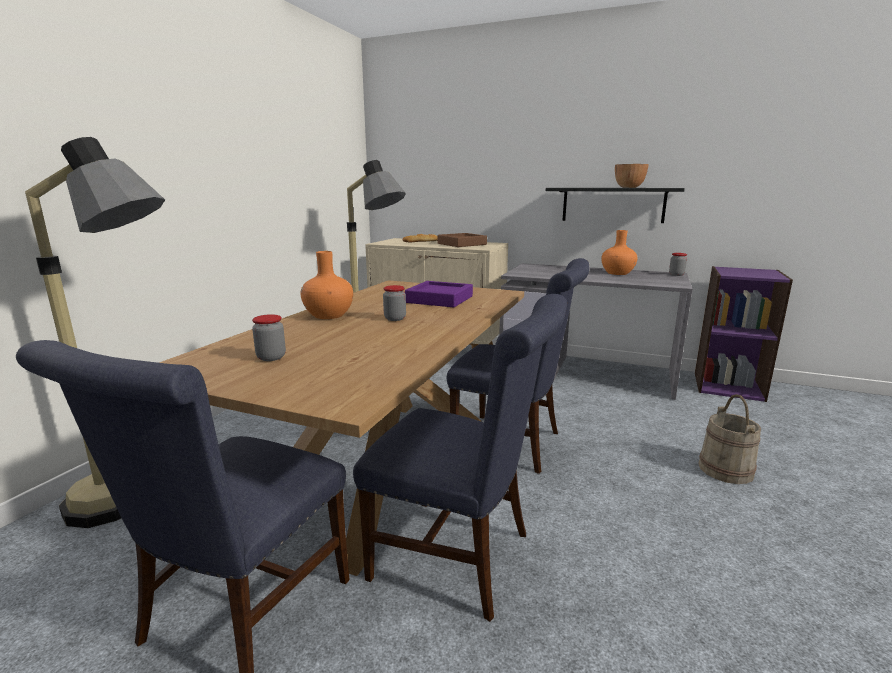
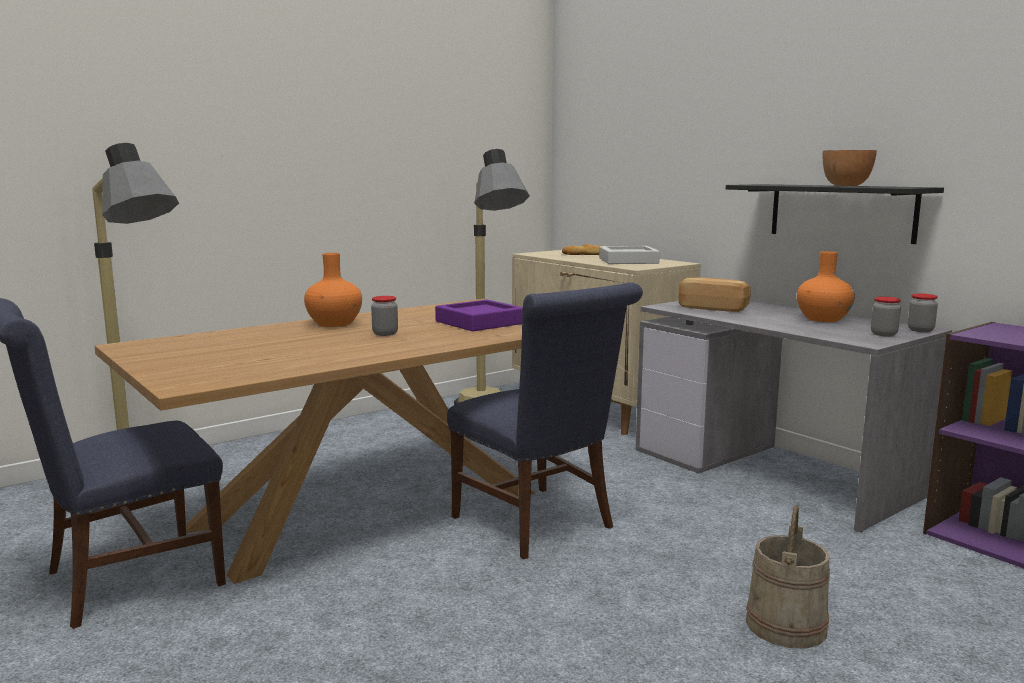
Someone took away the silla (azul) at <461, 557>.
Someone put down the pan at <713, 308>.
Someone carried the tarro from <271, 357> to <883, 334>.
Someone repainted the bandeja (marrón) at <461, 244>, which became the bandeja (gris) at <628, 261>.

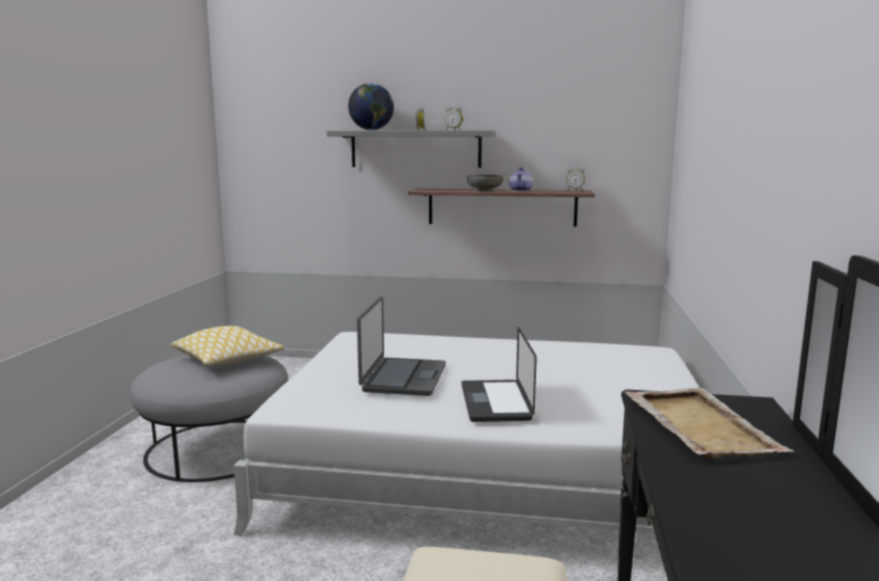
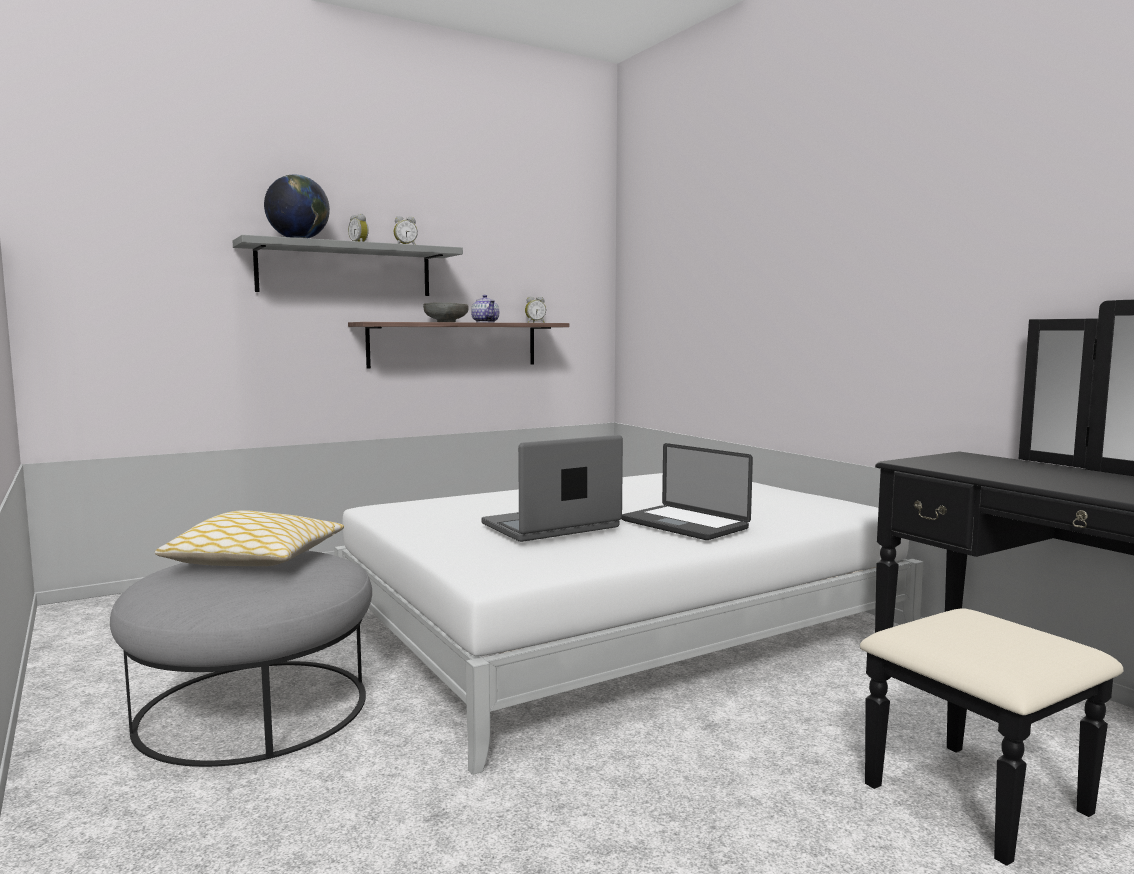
Someone took away the bandeja (beis) at <699, 425>.
Someone rotated the portátil at <403, 378> by 90 degrees counterclockwise.

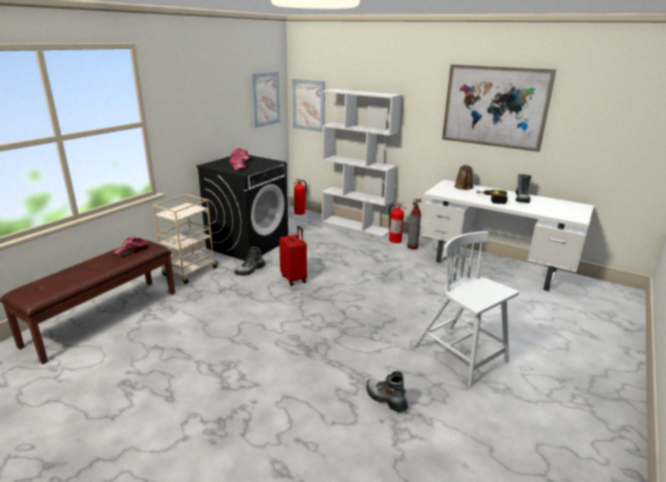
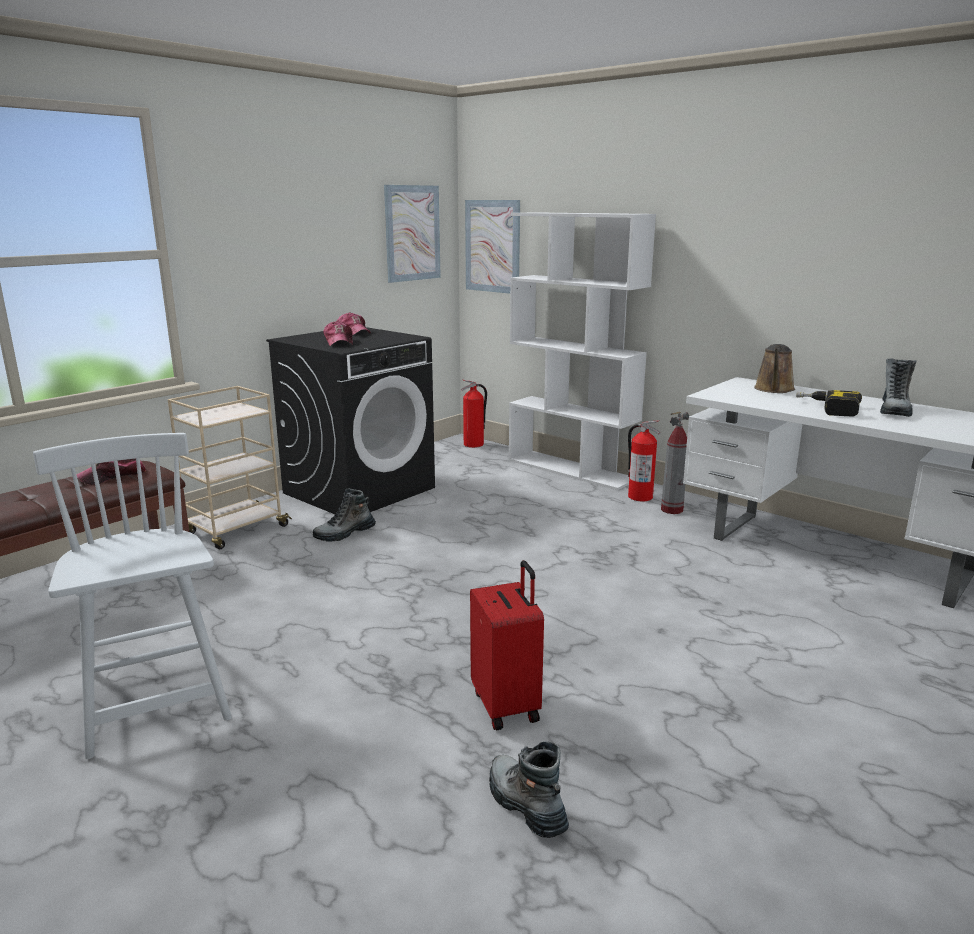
Someone took away the cuadro at <494, 107>.
Someone carried the maleta (rojo) from <294, 279> to <507, 705>.
Someone carried the silla (blanco) from <461, 355> to <155, 696>.

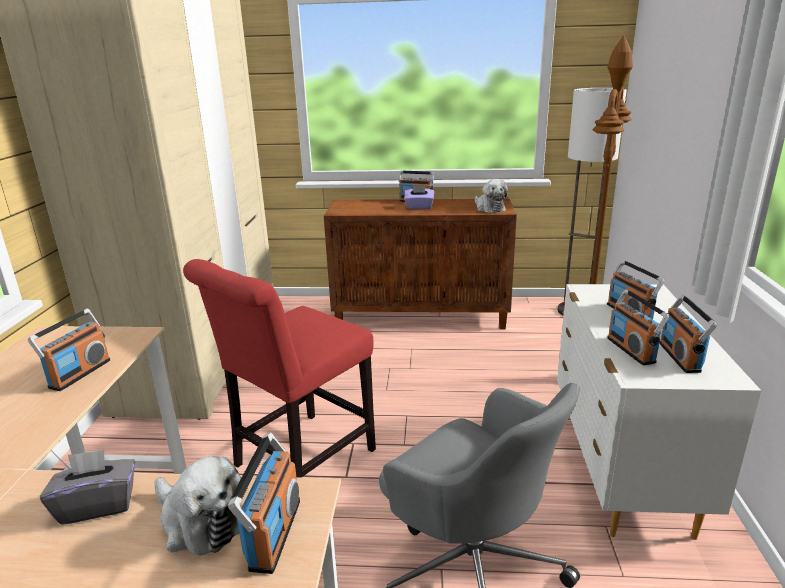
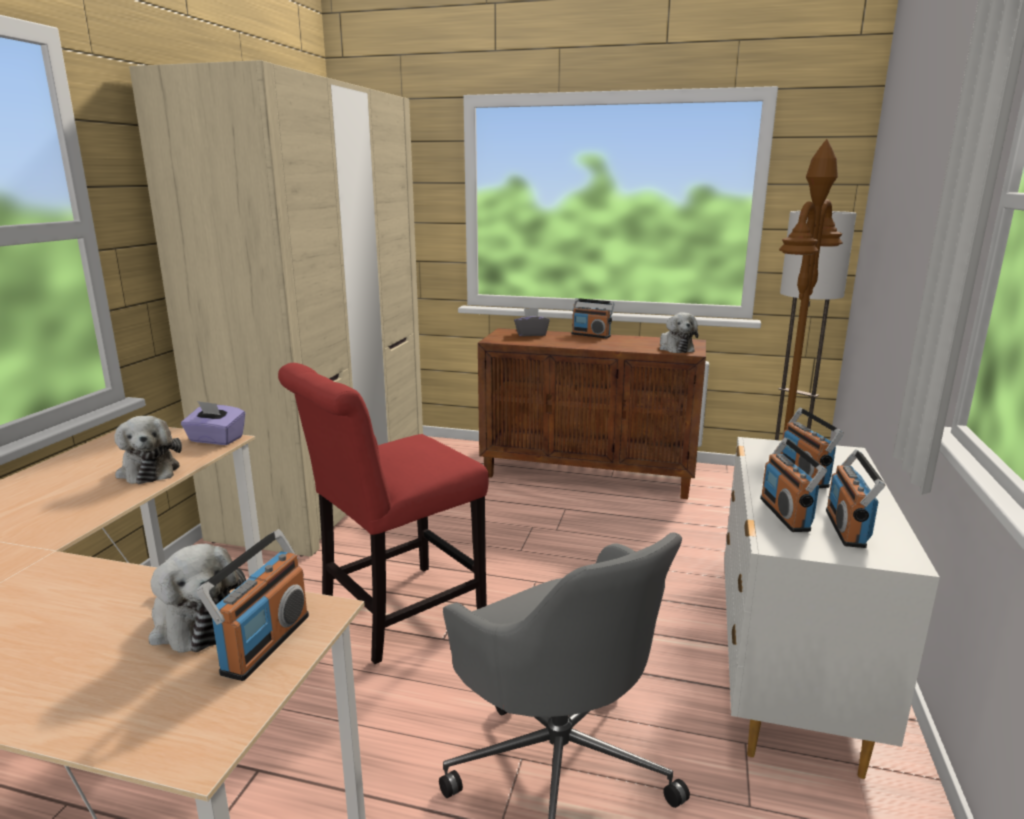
Someone carried the caja de pañuelos (gris) from <98, 505> to <531, 334>.
Someone carried the caja de pañuelos (morado) from <419, 207> to <216, 440>.
Someone swapped the radio at <79, 373> for the peluche at <149, 470>.

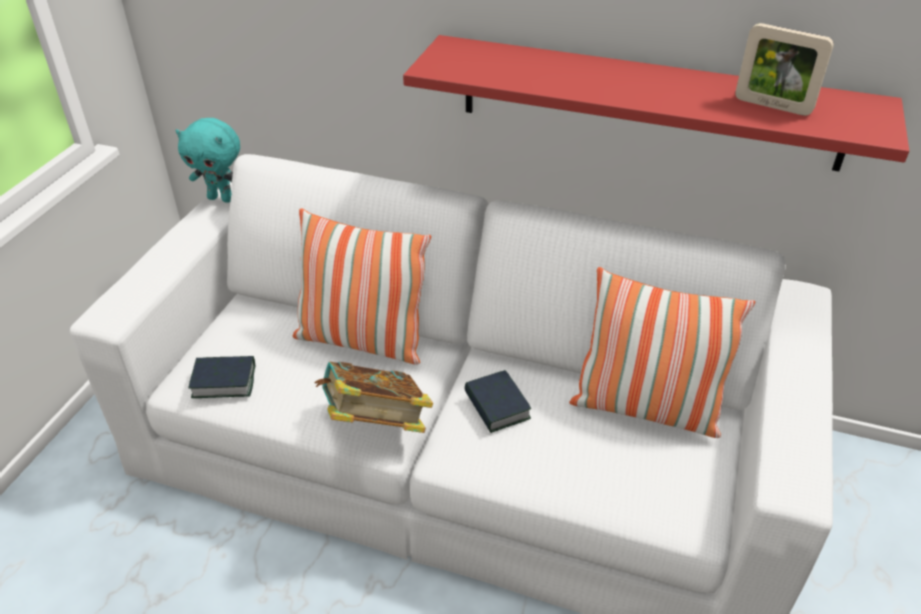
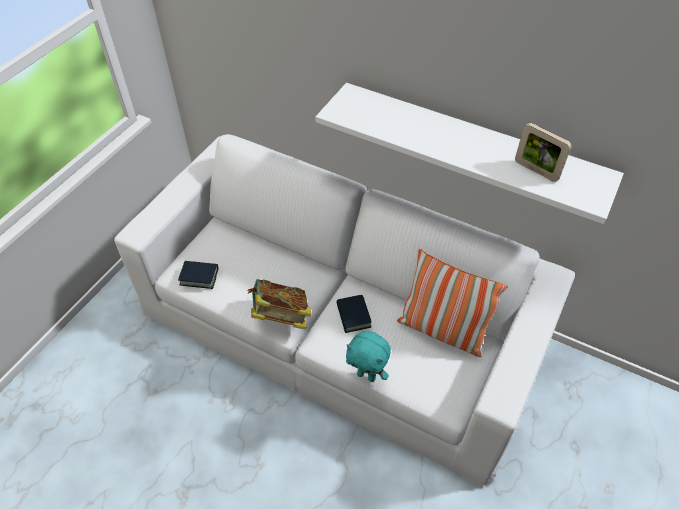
Someone took away the cojín at <361, 340>.
Someone carried the peluche (turquesa) from <221, 198> to <367, 375>.
Someone repainted the estante (rojo) at <648, 102>, which became the estante (blanco) at <470, 145>.

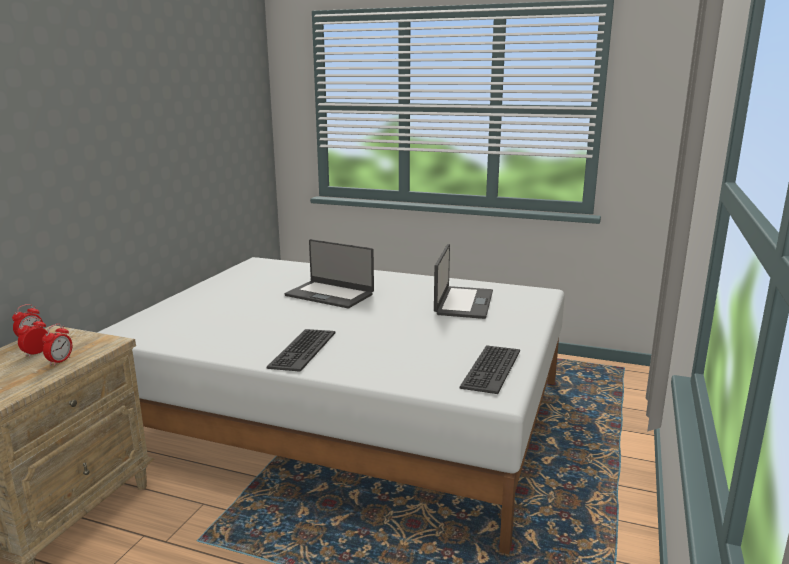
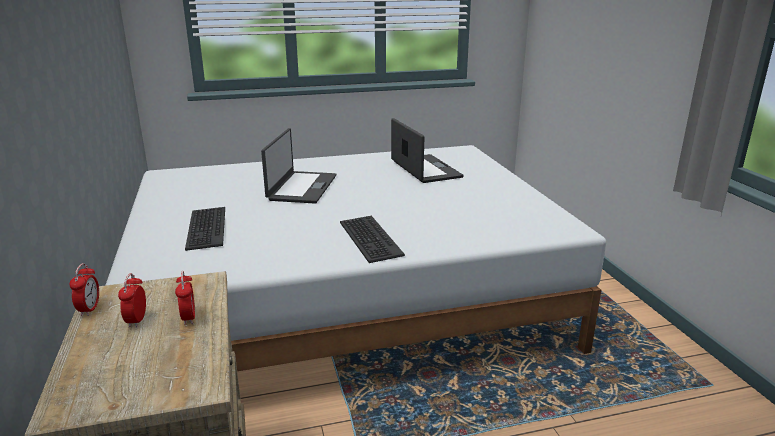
Someone carried the teclado from <490, 369> to <205, 228>.
Someone rotated the portátil at <330, 294> by 75 degrees counterclockwise.

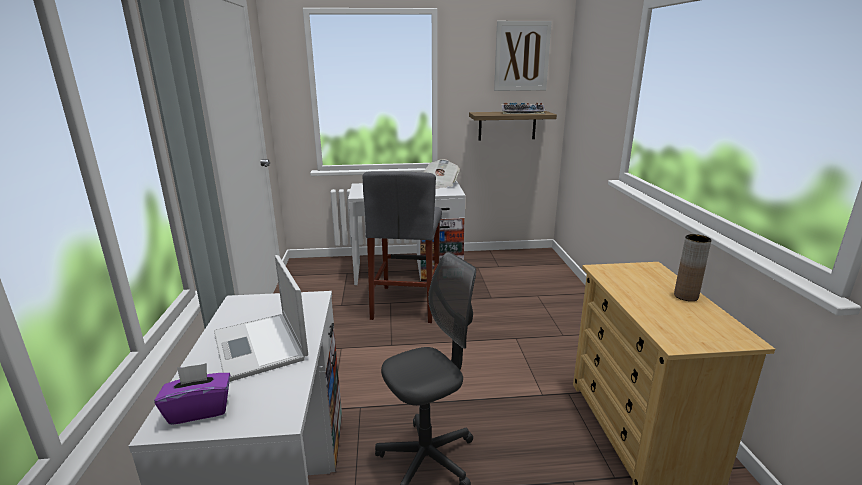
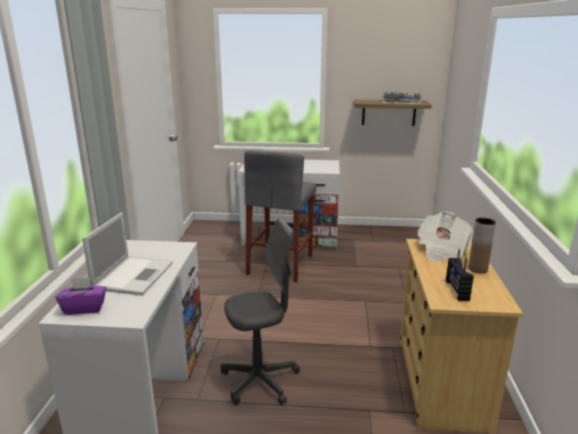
Someone took away the cuadro at <521, 56>.
Someone put down the radio at <456, 290>.
Someone carried the periódico from <440, 184> to <442, 250>.
Someone rotated the portátil at <260, 347> by 150 degrees counterclockwise.

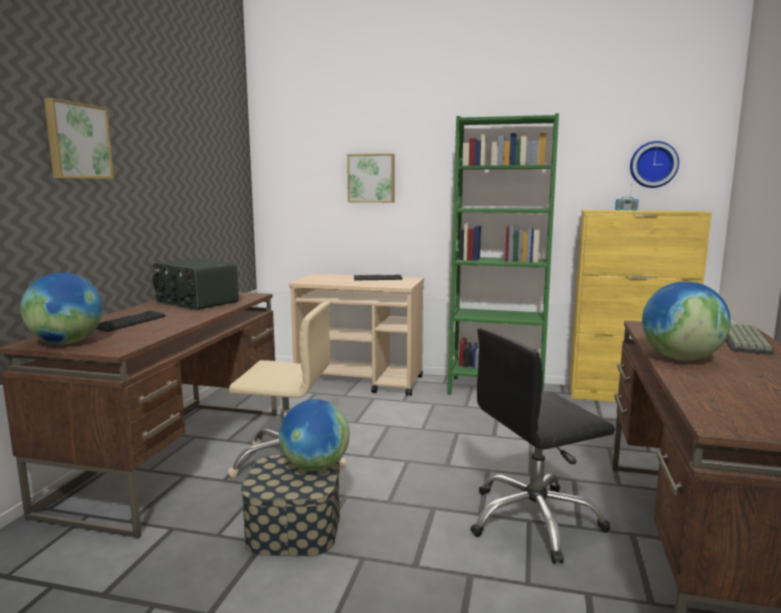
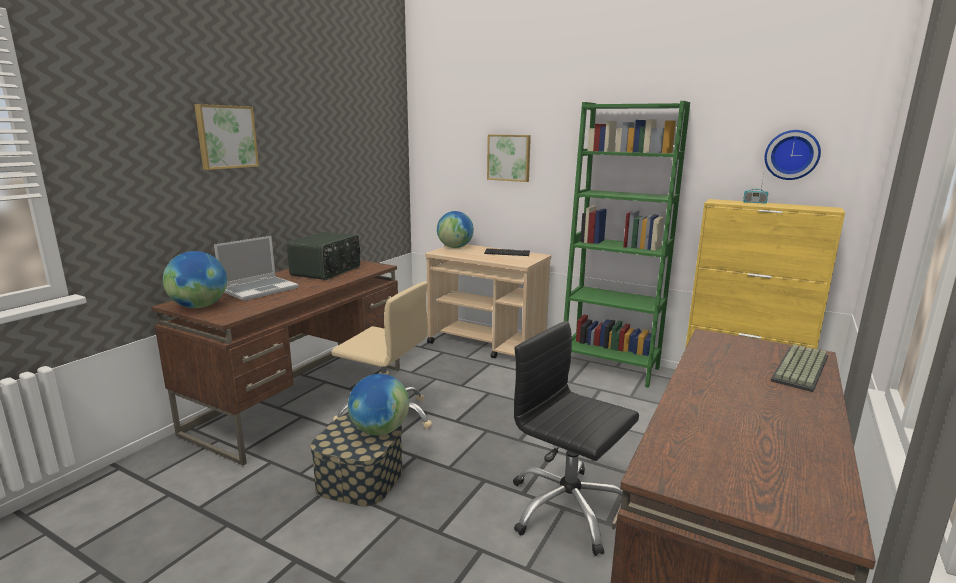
Someone carried the globo terráqueo from <680, 358> to <455, 247>.
Someone swapped the teclado at <130, 323> for the portátil at <260, 289>.
Someone rotated the radio at <195, 302> by 120 degrees counterclockwise.
Someone rotated the silla de oficina (negro) at <534, 520> by 45 degrees clockwise.

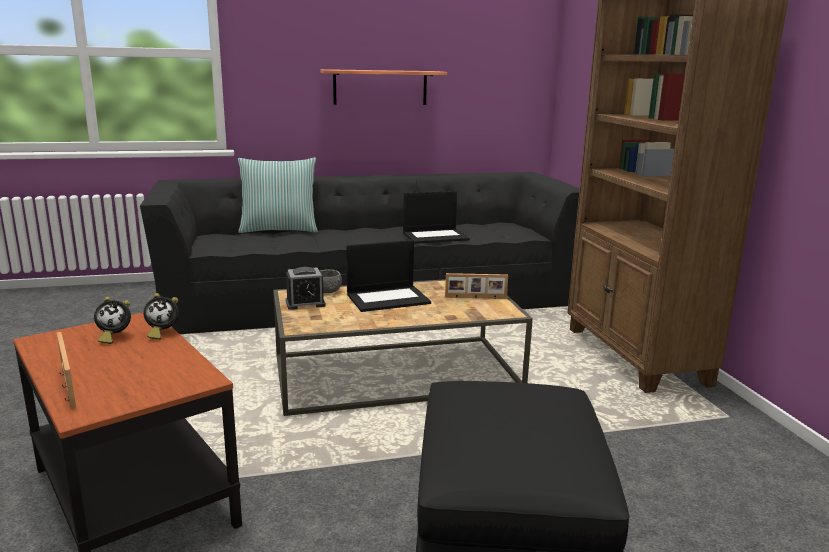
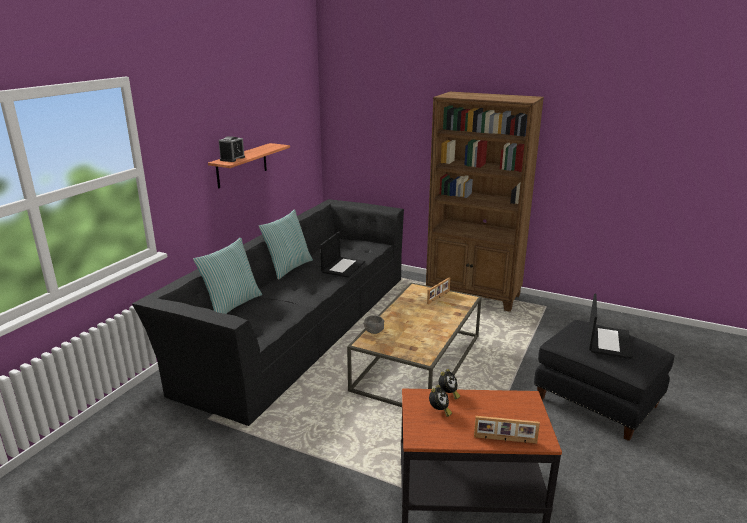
Someone put down the cojín at <288, 268>.
Someone carried the despertador from <305, 303> to <232, 159>.
Someone carried the portátil from <388, 298> to <608, 341>.

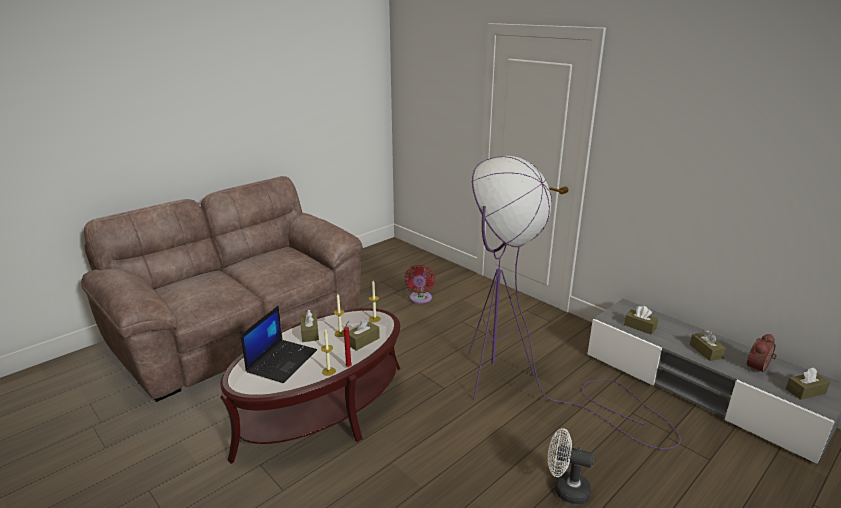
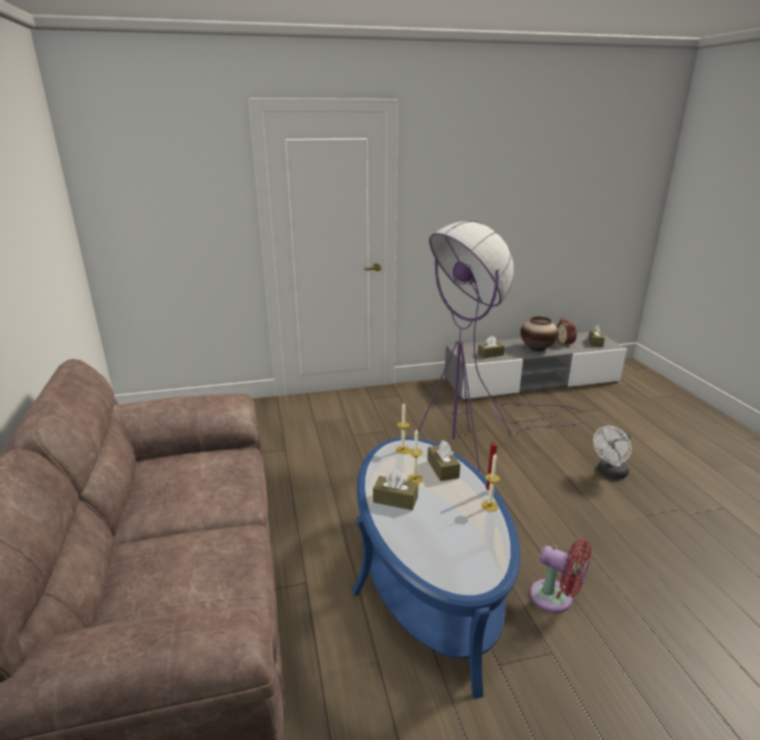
Someone took away the portátil at <282, 360>.
Someone carried the ventilador (rojo) from <420, 299> to <555, 598>.
Someone swapped the caja de pañuelos (marrón) at <706, 351> for the florero at <537, 348>.
Someone repainted the mesa de centro (marrón) at <323, 409>, which became the mesa de centro (azul) at <428, 579>.

